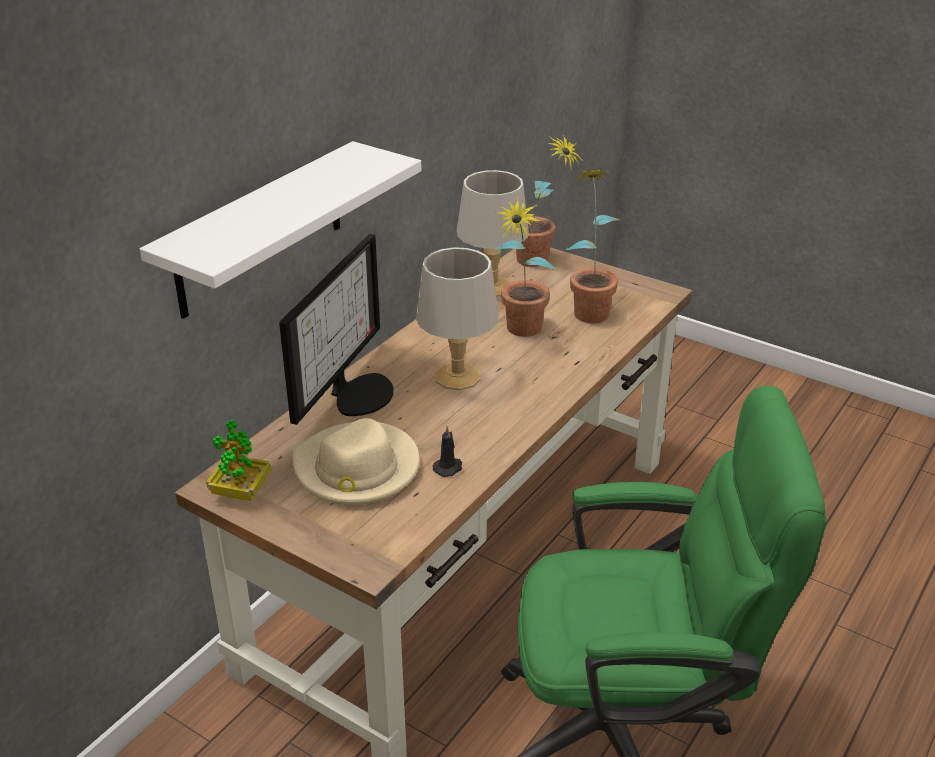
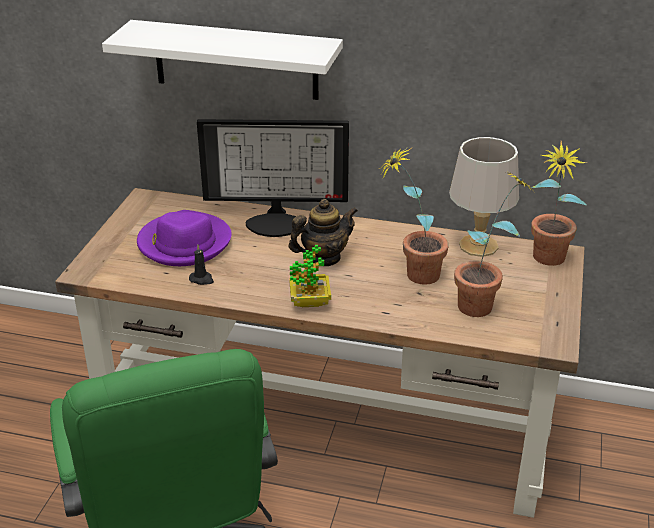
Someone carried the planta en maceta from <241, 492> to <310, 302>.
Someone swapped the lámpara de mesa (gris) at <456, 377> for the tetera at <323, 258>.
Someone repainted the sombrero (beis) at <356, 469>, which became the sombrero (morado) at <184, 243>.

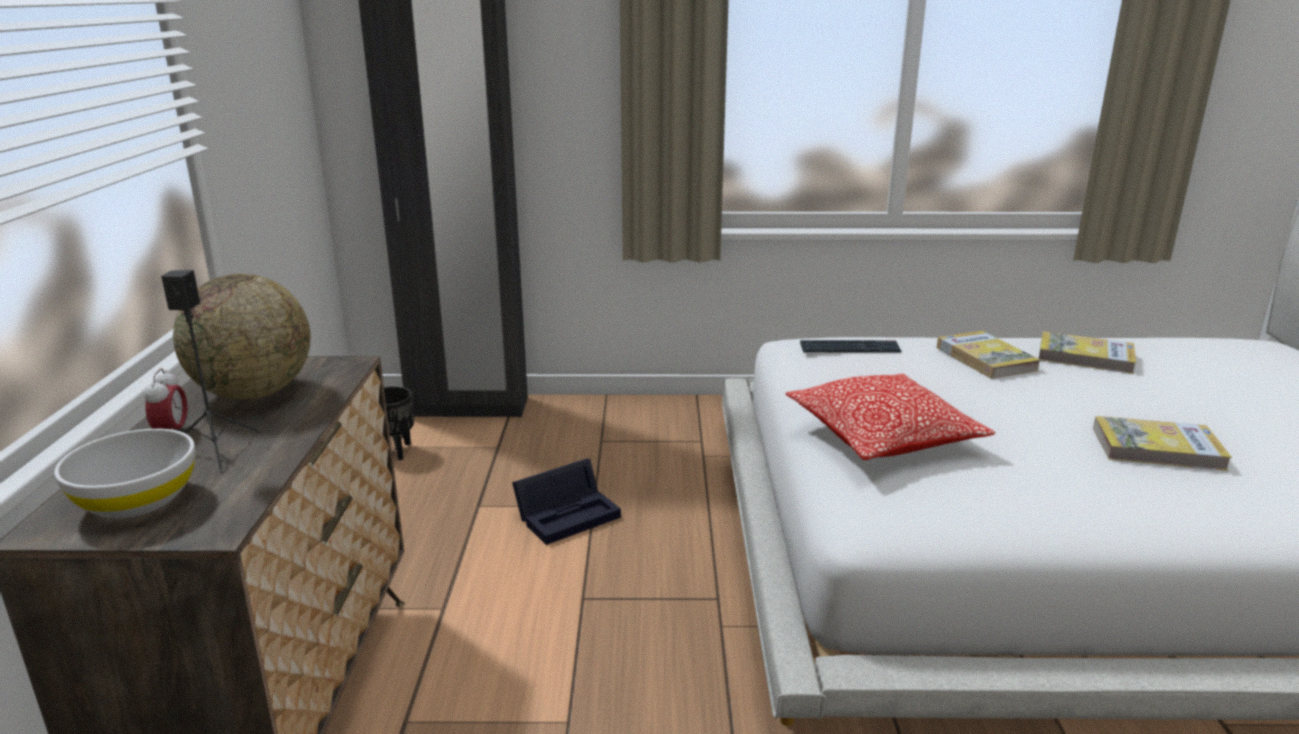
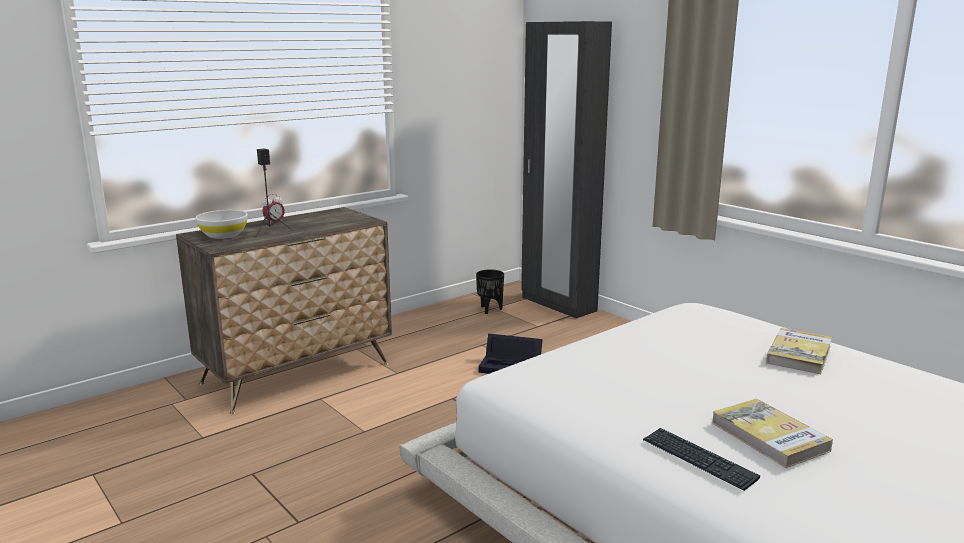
Someone took away the globo terráqueo at <254, 393>.
Someone took away the cojín at <882, 437>.
Someone took away the libro at <1085, 357>.
Someone carried the teclado from <850, 348> to <698, 460>.

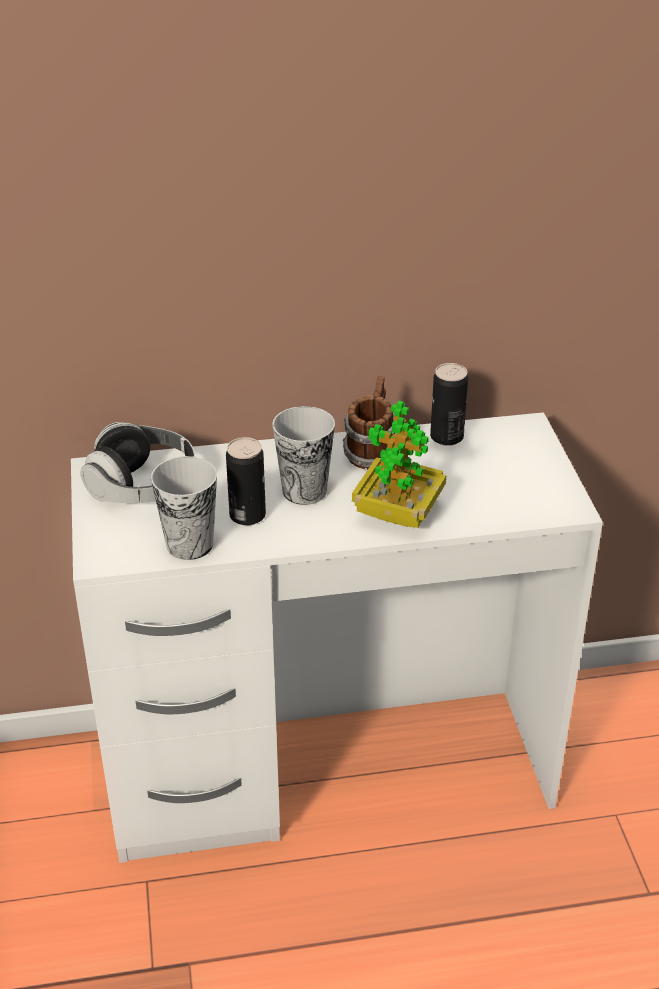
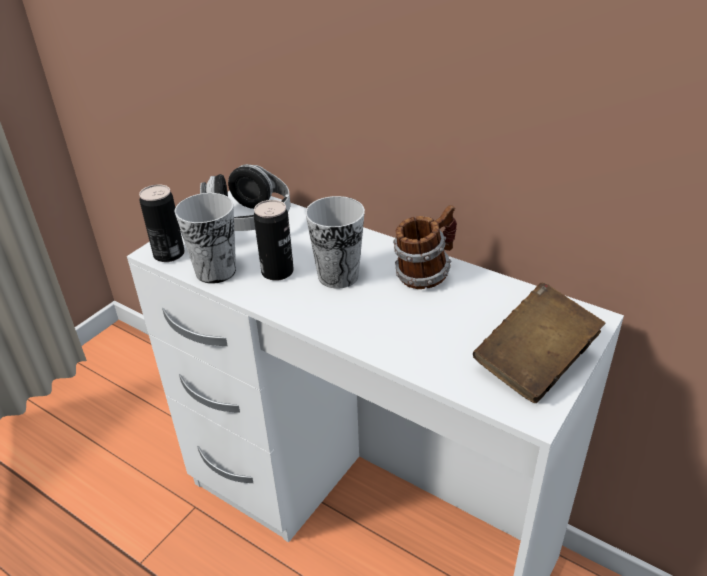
Someone took away the planta en maceta at <398, 513>.
Someone put down the libro (marrón) at <534, 363>.
Someone carried the lata from <446, 437> to <169, 254>.

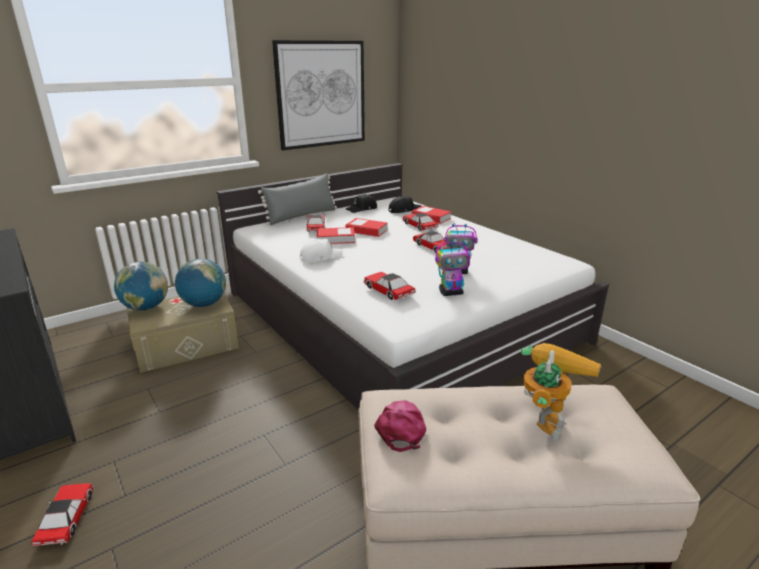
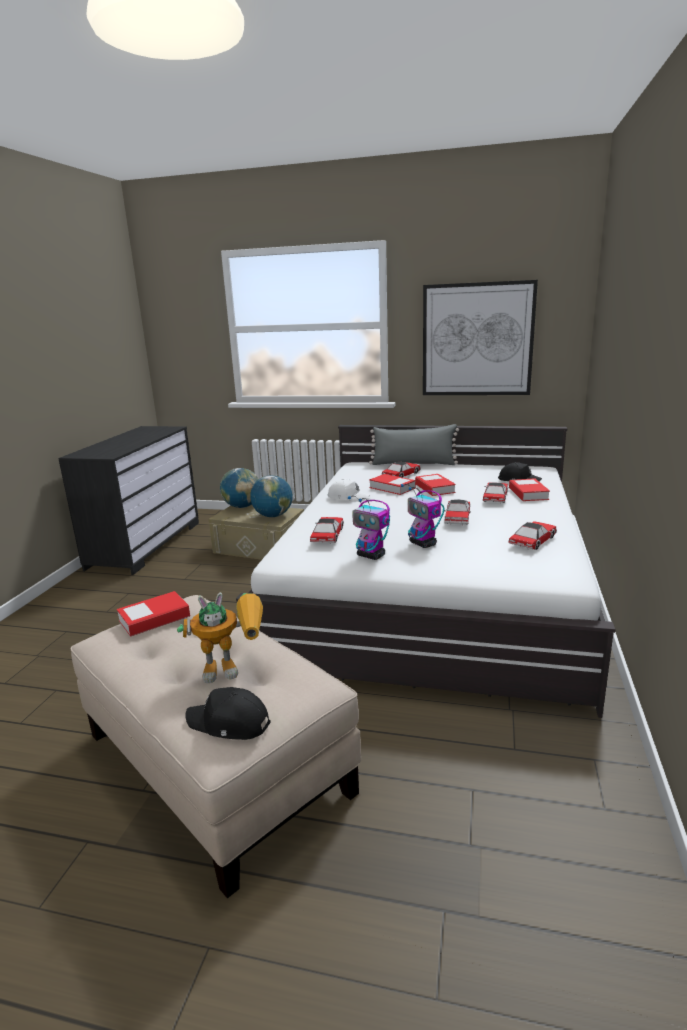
Someone carried the coche de juguete from <66, 518> to <532, 541>.
Someone carried the gorra (negro) from <362, 209> to <229, 723>.
Someone swapped the gorra (rosa) at <401, 428> for the libro at <154, 619>.

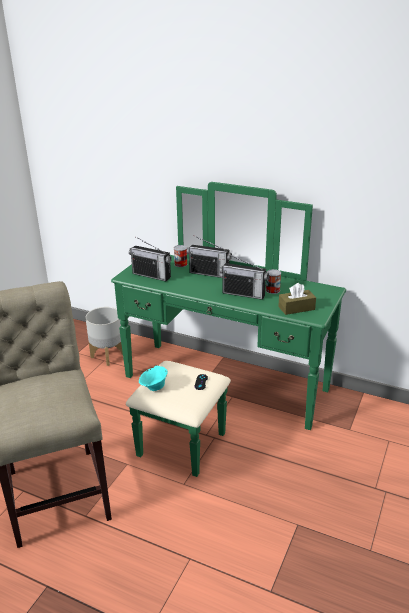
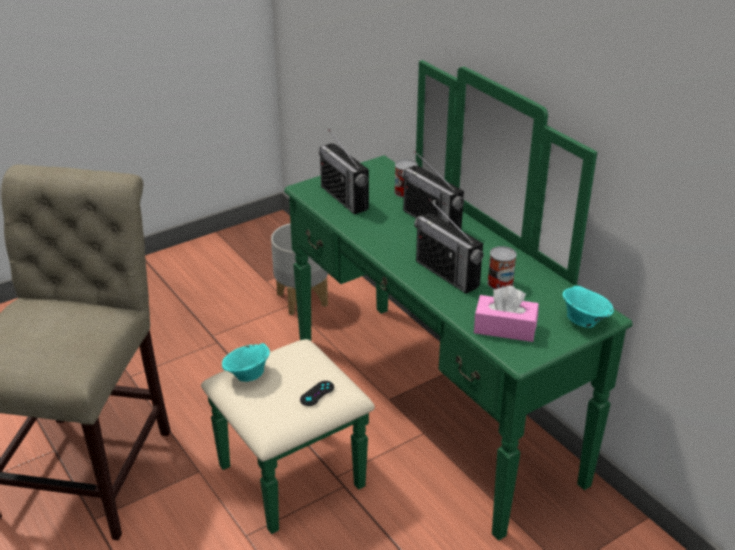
Someone put down the cuenco (turquesa) at <584, 321>.
Someone repainted the caja de pañuelos (marrón) at <296, 308>, which became the caja de pañuelos (rosa) at <505, 328>.

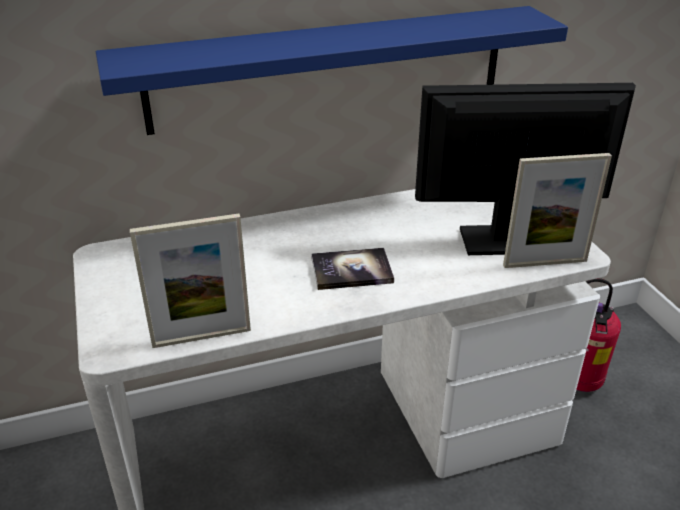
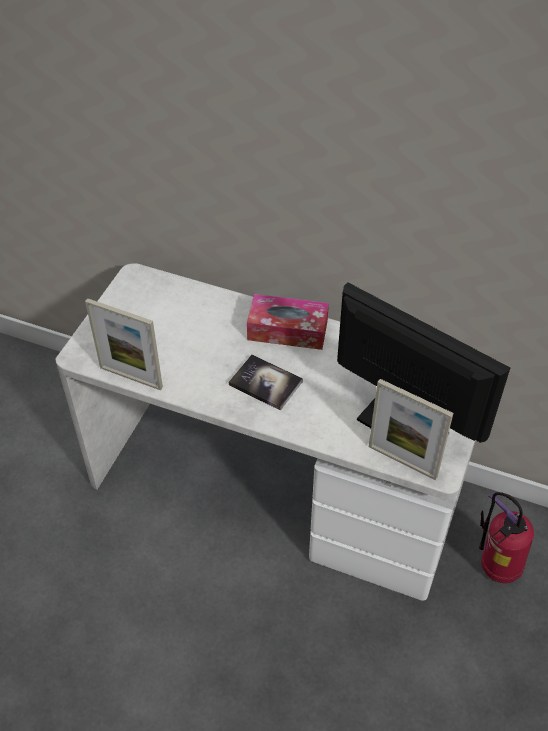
Someone took away the estante (azul) at <330, 69>.
Someone put down the caja de pañuelos at <287, 330>.

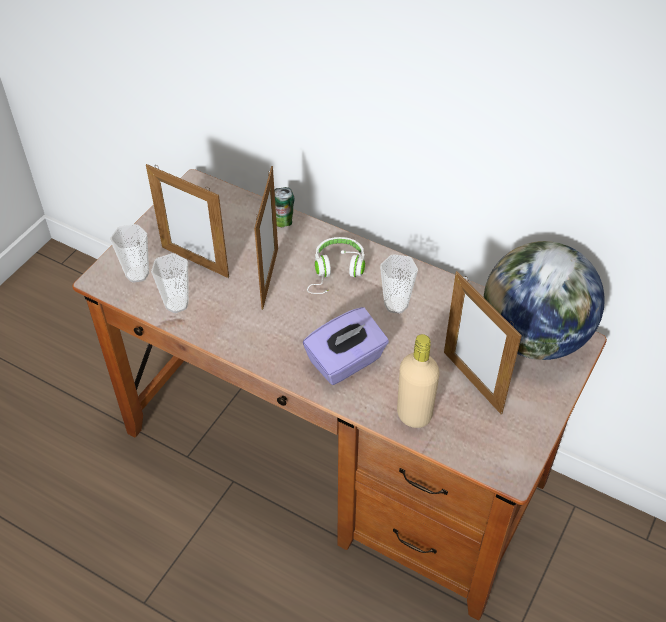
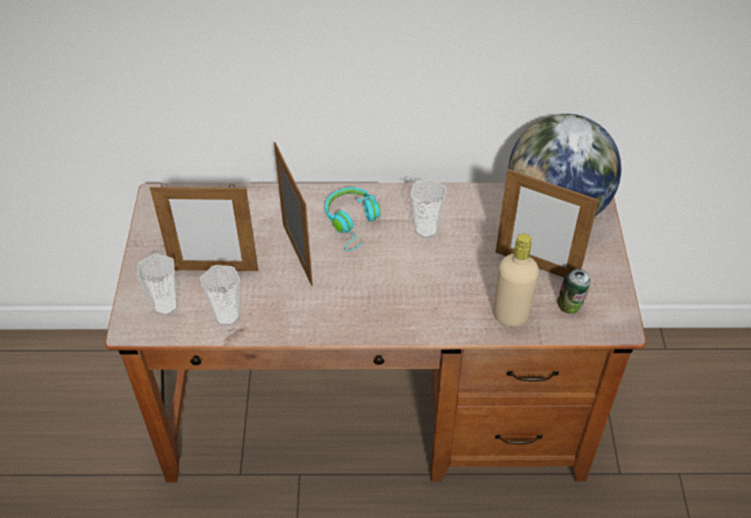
Someone took away the caja de pañuelos (morado) at <346, 362>.
Someone carried the lata from <283, 222> to <571, 306>.
Someone repainted the auriculares (blanco) at <336, 272>, which became the auriculares (turquesa) at <353, 223>.

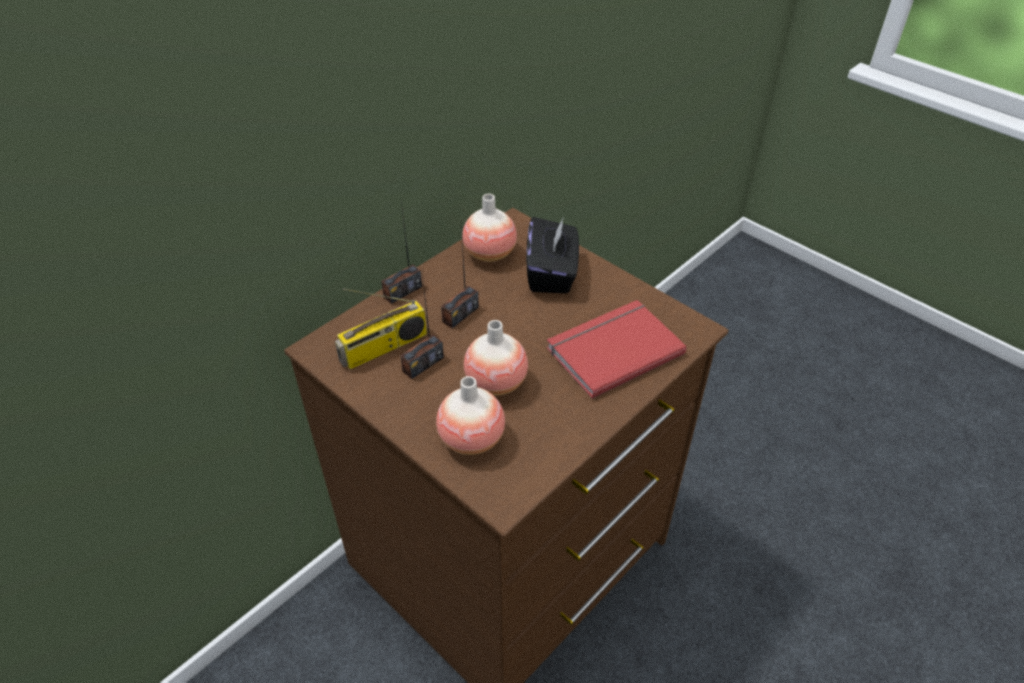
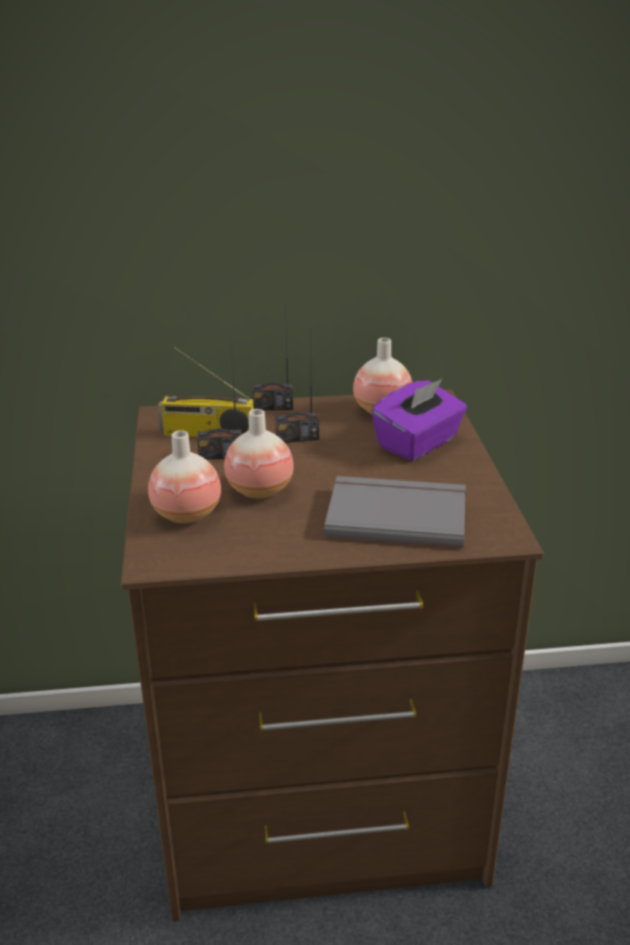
Someone repainted the caja de pañuelos (negro) at <551, 273>, which became the caja de pañuelos (morado) at <418, 443>.
Someone repainted the libro (rojo) at <612, 349>, which became the libro (gris) at <396, 514>.

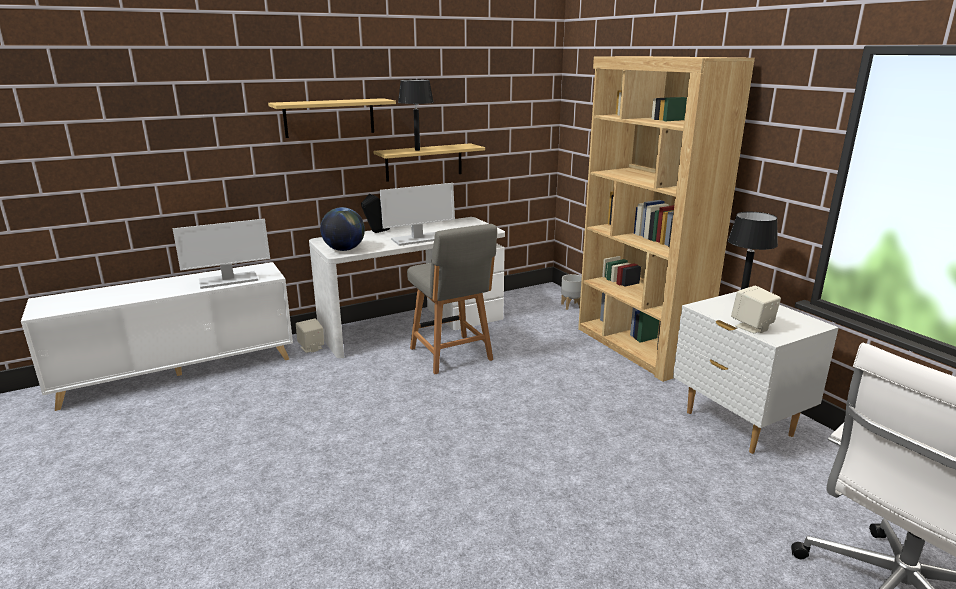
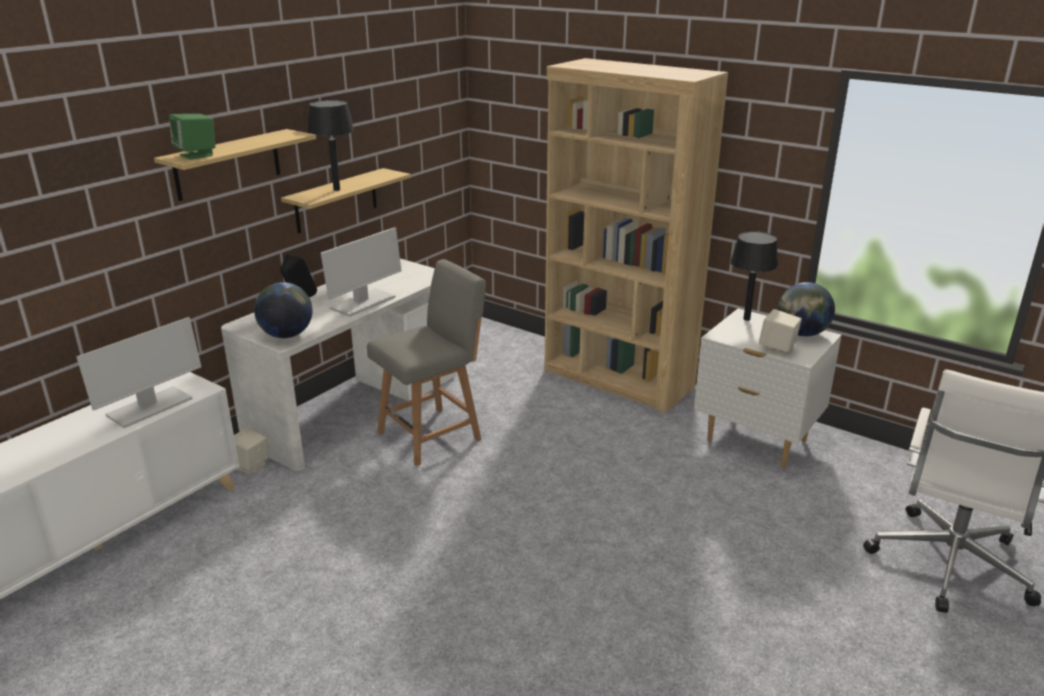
Someone took away the maceta (gris) at <571, 306>.
Someone put down the altavoz (verde) at <196, 155>.
Someone put down the globo terráqueo at <801, 333>.
Someone rotated the silla (gris) at <452, 355> by 75 degrees counterclockwise.

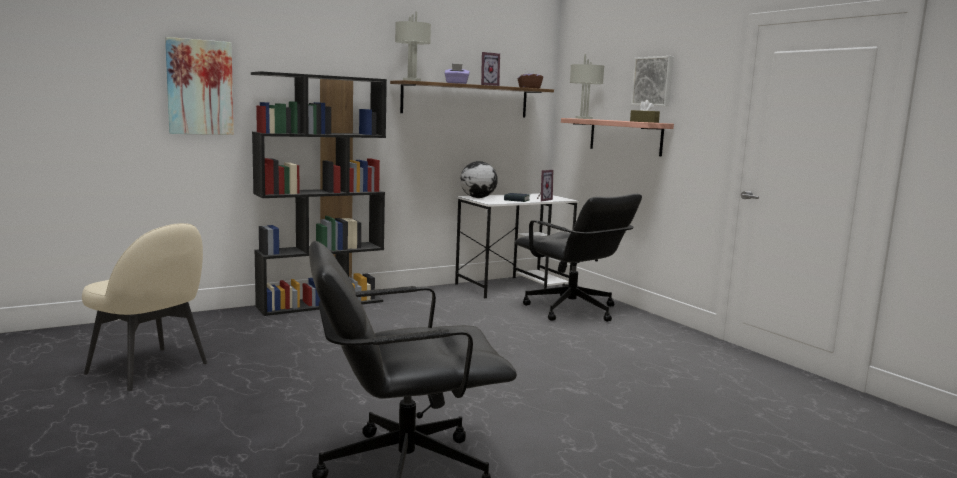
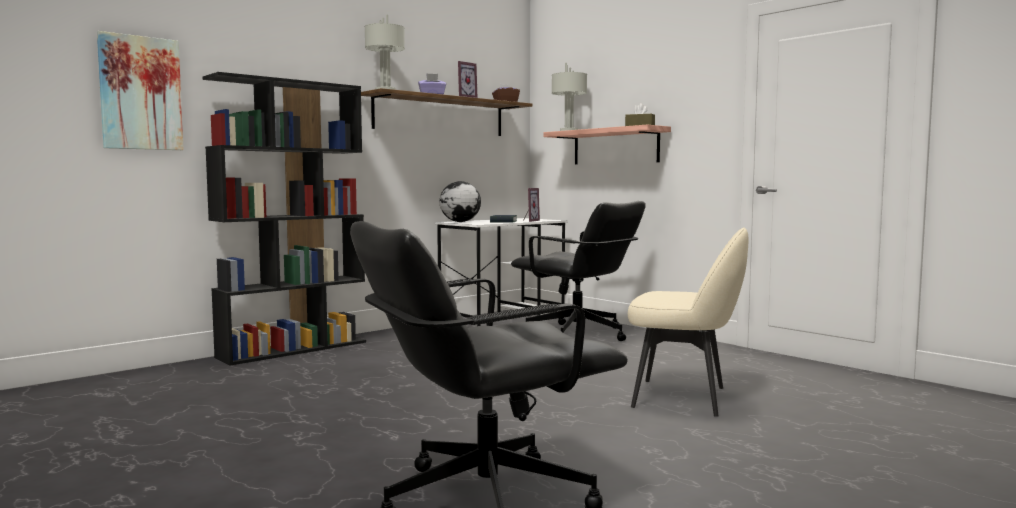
Someone took away the cuadro at <653, 81>.
Someone carried the silla (beis) from <149, 369> to <683, 397>.

